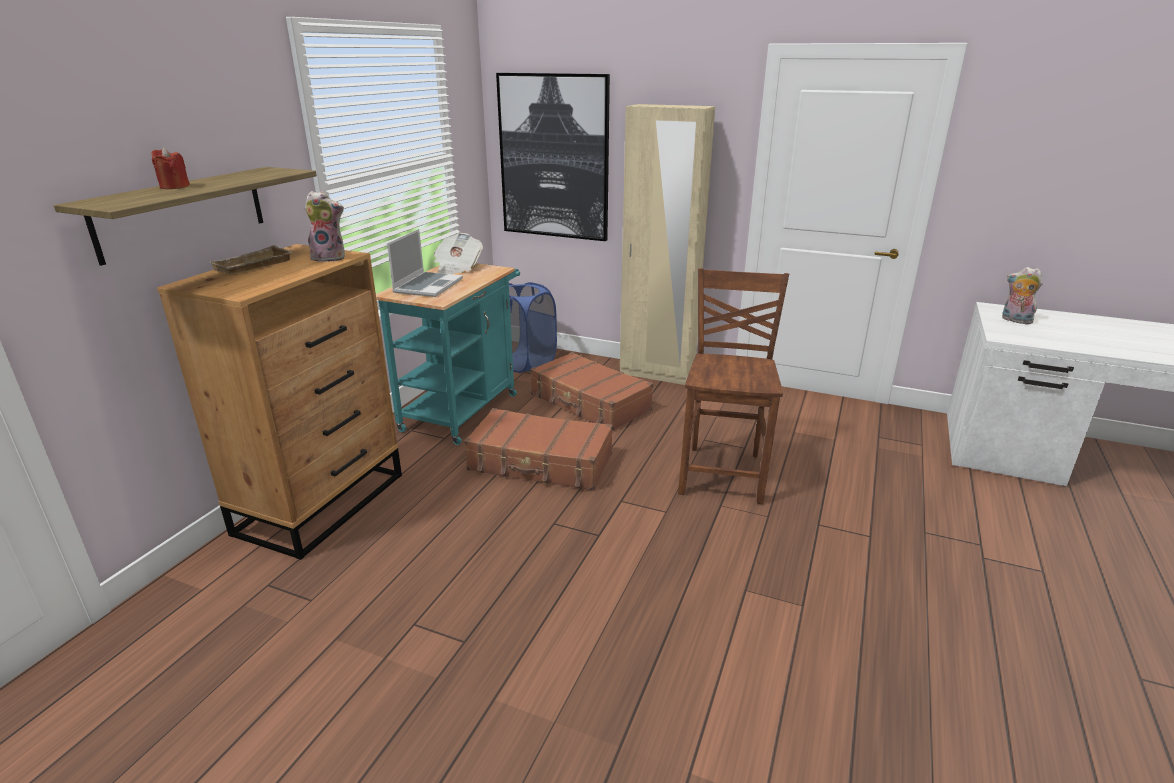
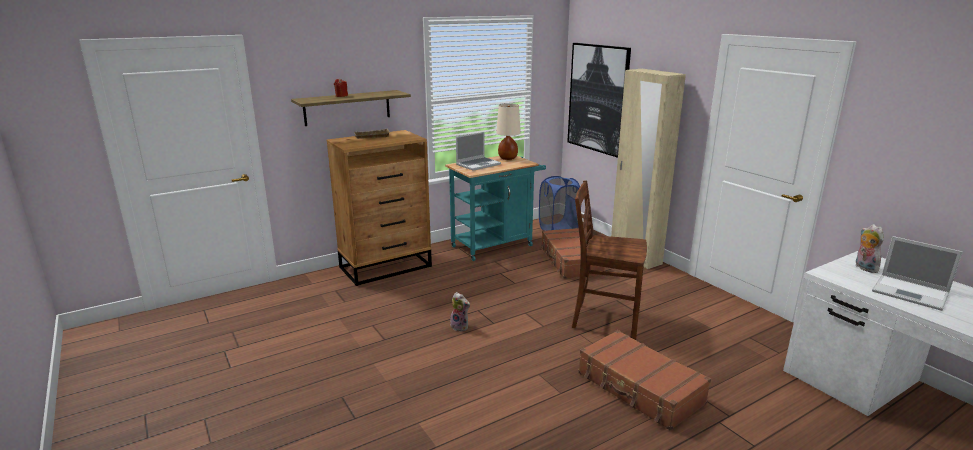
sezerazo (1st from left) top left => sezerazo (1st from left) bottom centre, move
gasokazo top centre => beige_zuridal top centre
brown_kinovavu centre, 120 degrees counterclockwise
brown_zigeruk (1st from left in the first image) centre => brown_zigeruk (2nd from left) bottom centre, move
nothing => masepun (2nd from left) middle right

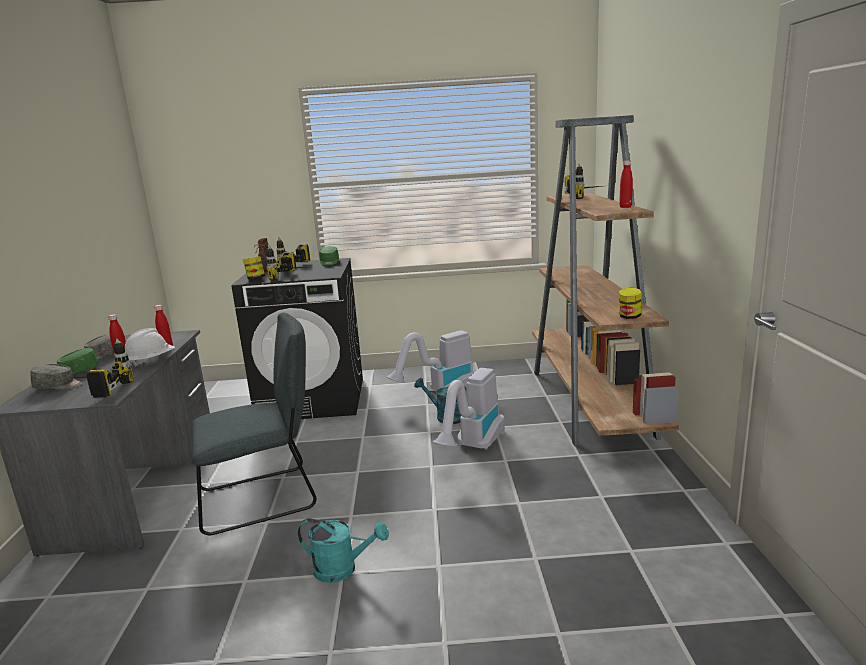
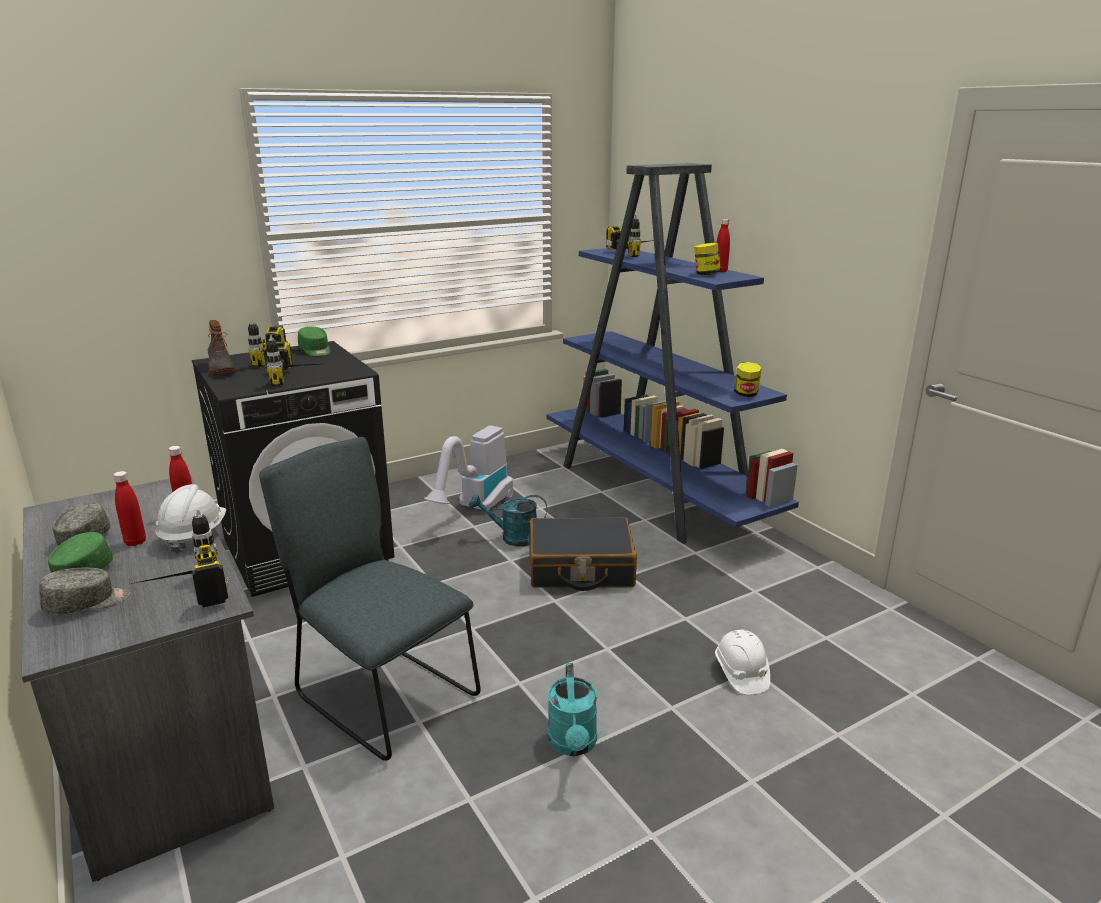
grey_kinovavu middle left => grey_kinovavu centre, 90 degrees counterclockwise
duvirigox (2nd from left) centre => black_zigeruk centre
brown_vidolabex middle right => blue_vidolabex centre
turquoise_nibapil (1st from left in the first image) bottom centre => turquoise_nibapil (2nd from left) bottom centre, 105 degrees clockwise
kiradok (1st from left) middle left => kiradok (1st from left) top centre, move
nothing => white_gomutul (2nd from left) bottom right

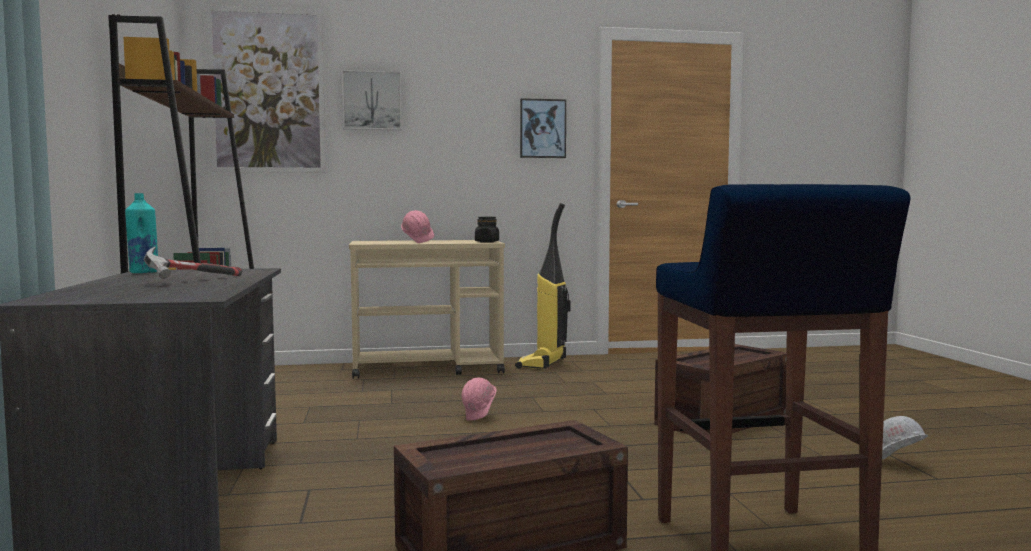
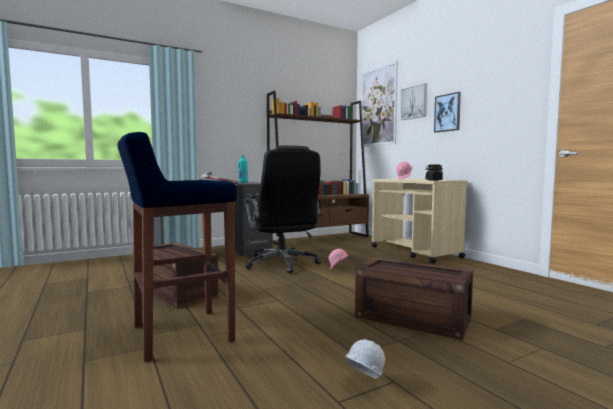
nothing => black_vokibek centre
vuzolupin (3rd from left) top centre => vuzolupin (3rd from left) top right, move
duvirigox centre => nothing

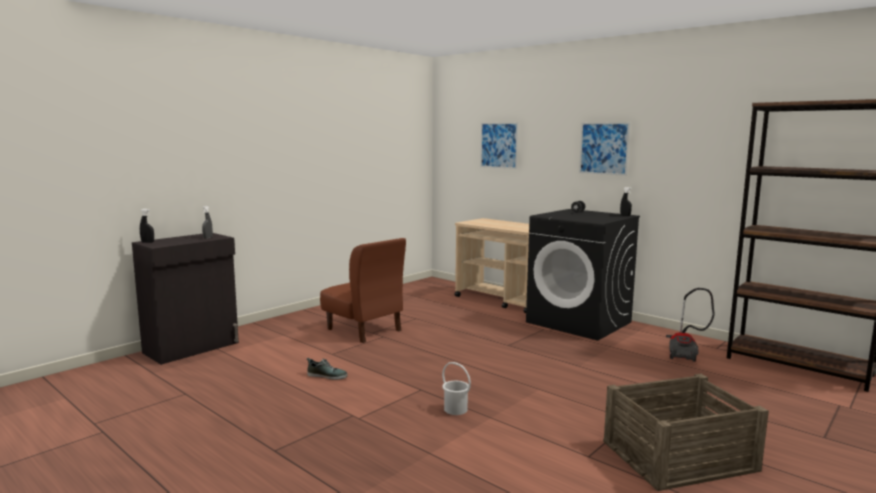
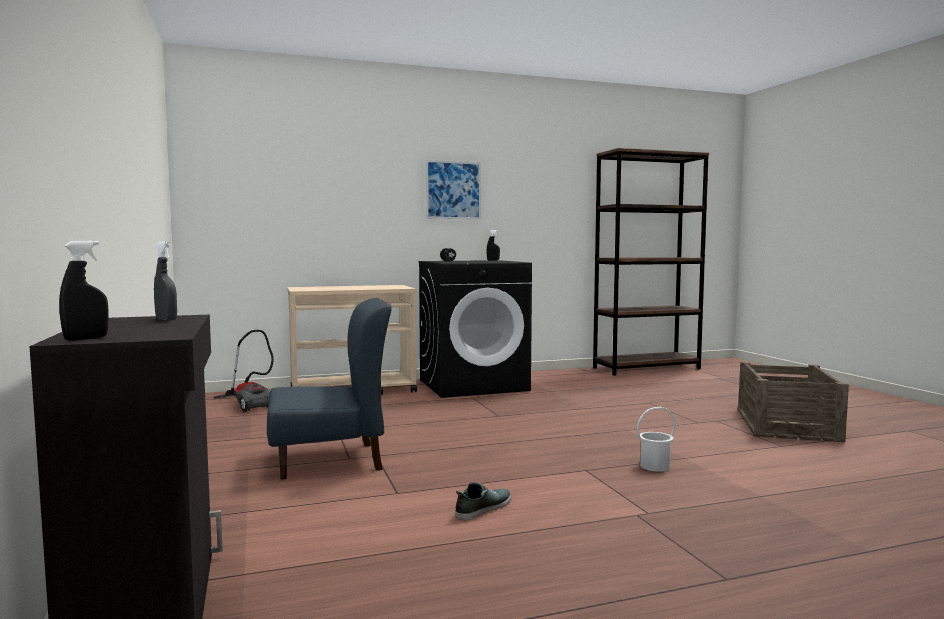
duvirigox middle right => duvirigox middle left, move
brown_kinovavu centre => blue_kinovavu centre
vuzolupin (1st from left) top centre => nothing

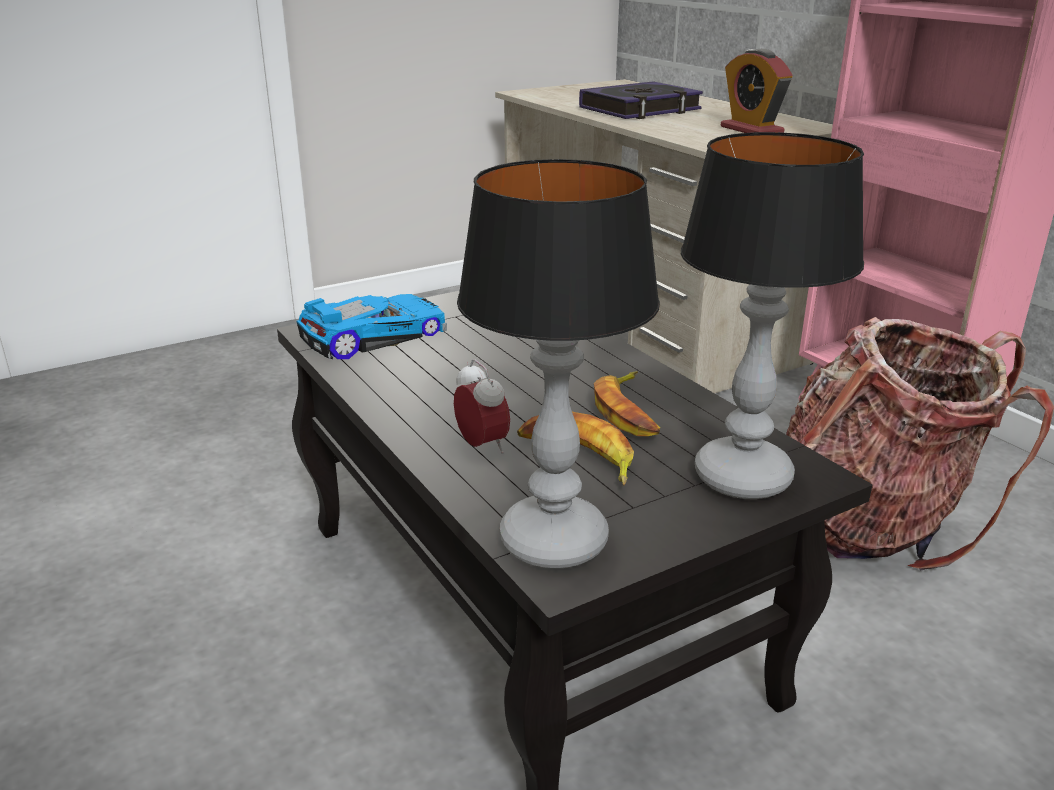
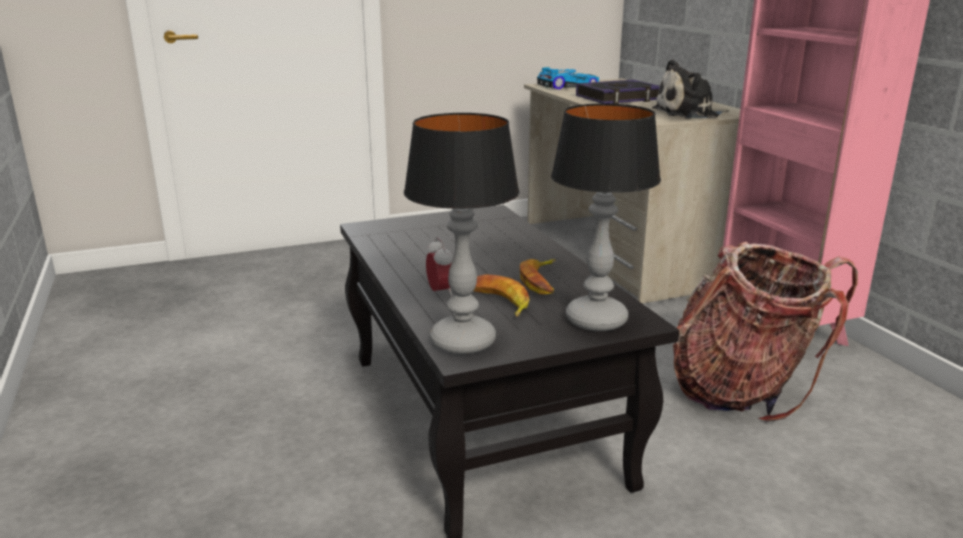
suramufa centre => suramufa top centre, move
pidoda (2nd from left) top right => sezerazo top right

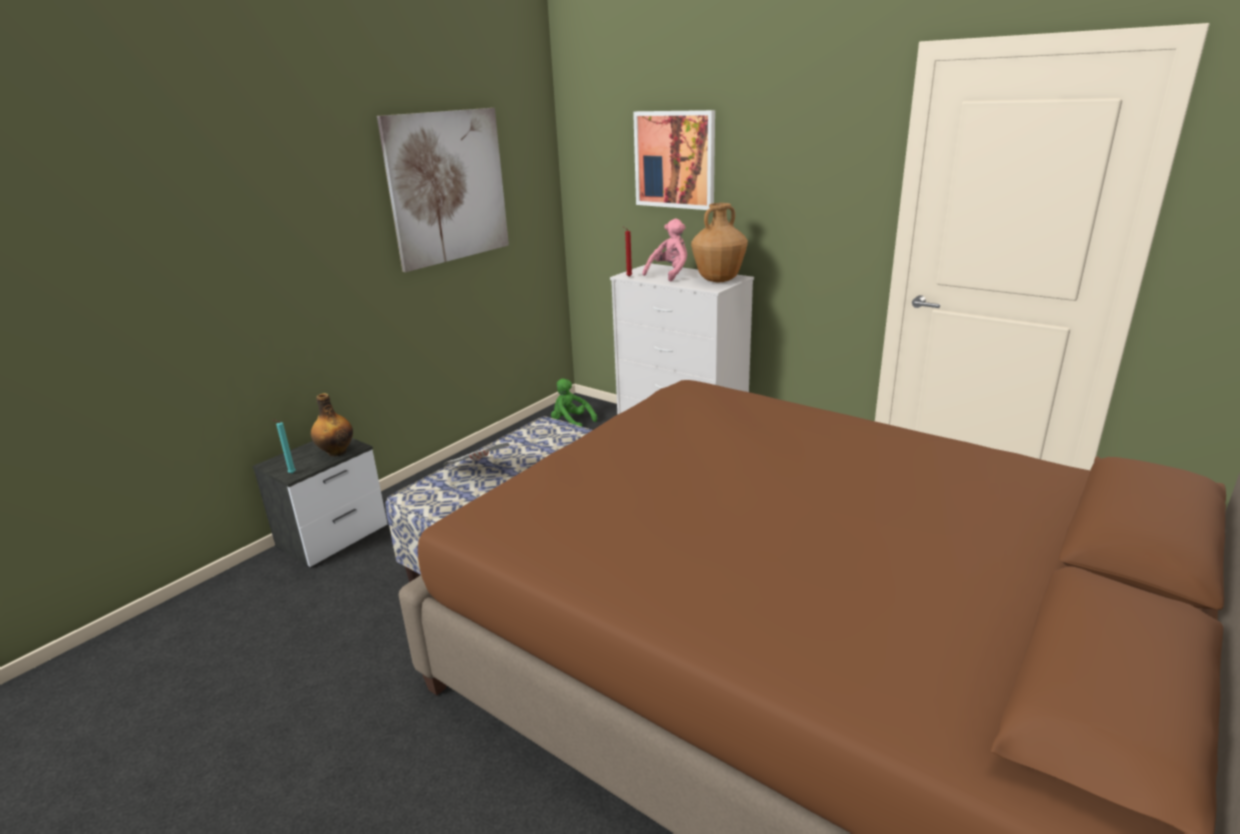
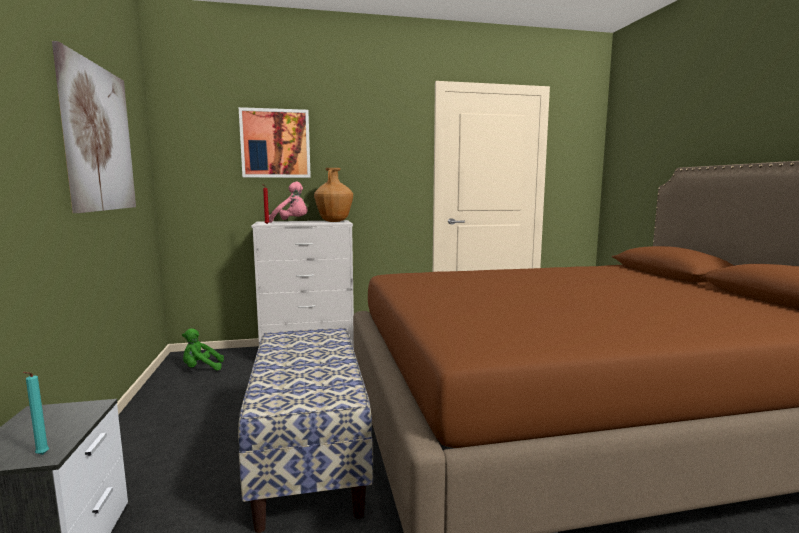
pink_sezerazo top centre => pink_sezerazo centre, 120 degrees clockwise
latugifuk middle left => nothing
gasokazo centre => nothing

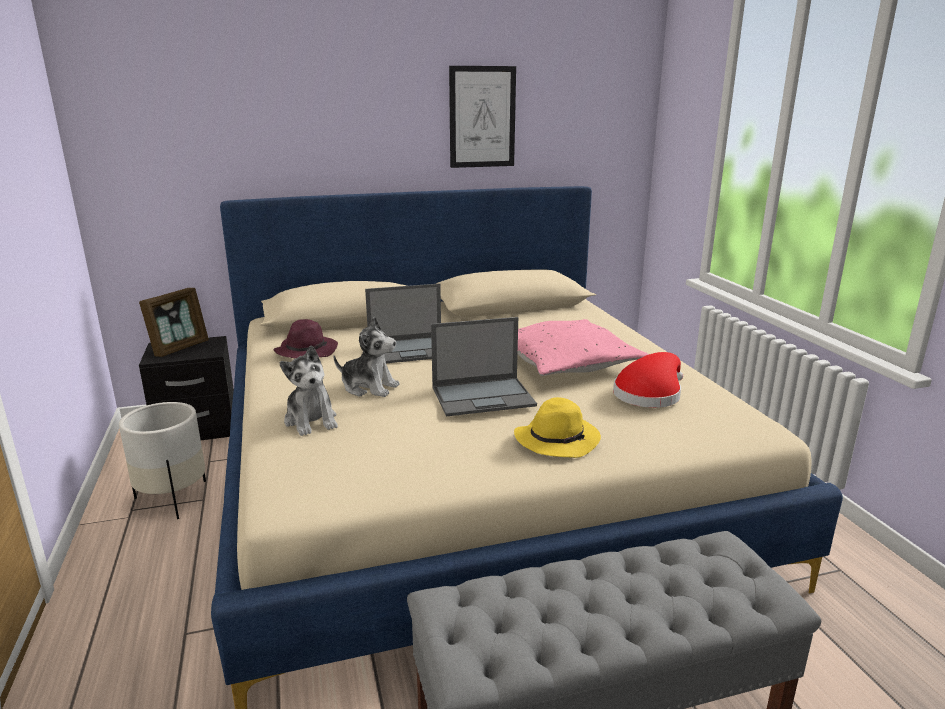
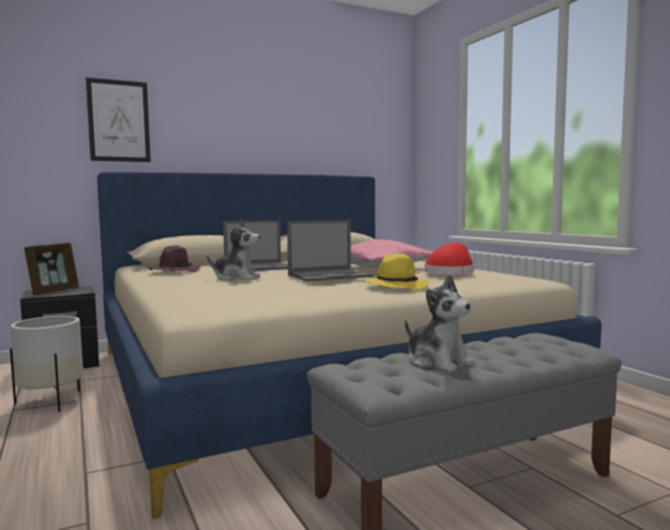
vuzolupin top centre => vuzolupin top left, move
sezerazo (1st from left in the first image) middle left => sezerazo (2nd from left) centre, move

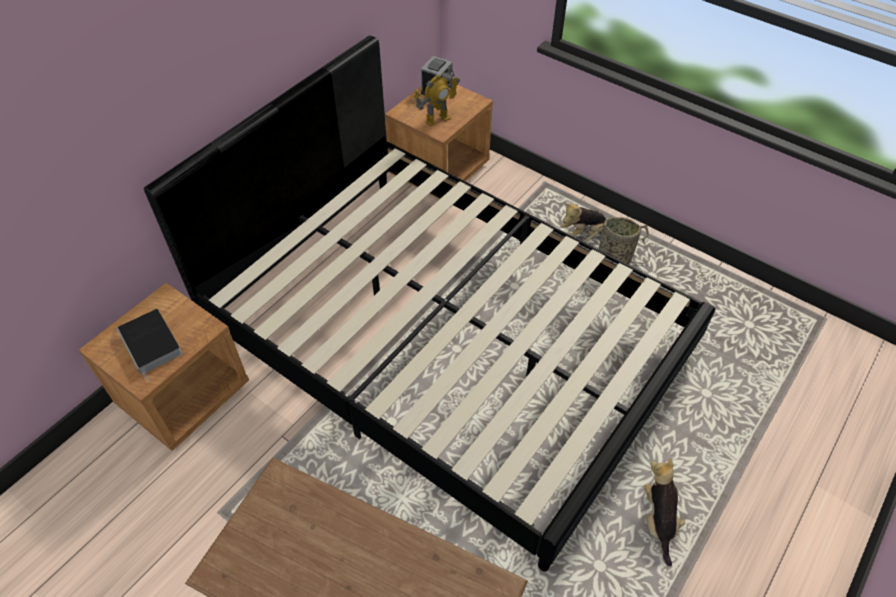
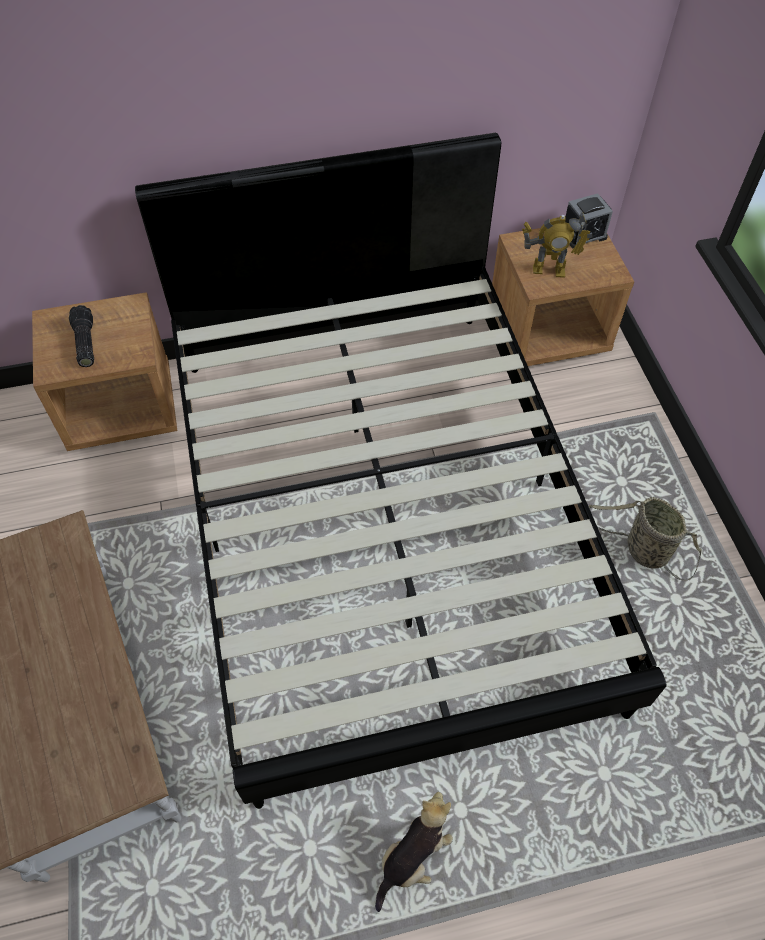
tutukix middle left => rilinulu middle left
sezerazo (1st from left) centre => nothing

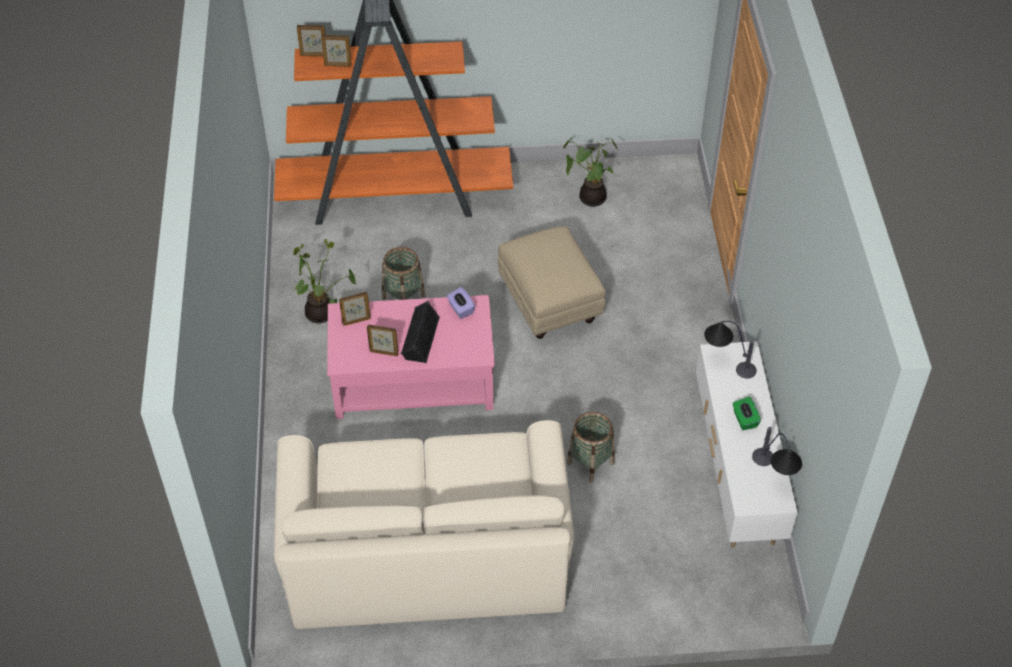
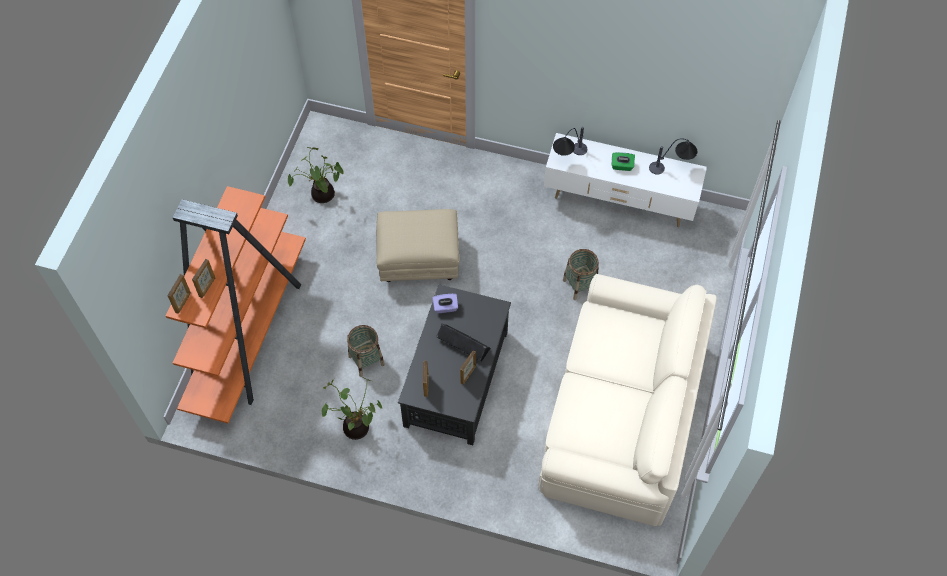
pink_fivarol centre => black_fivarol centre

